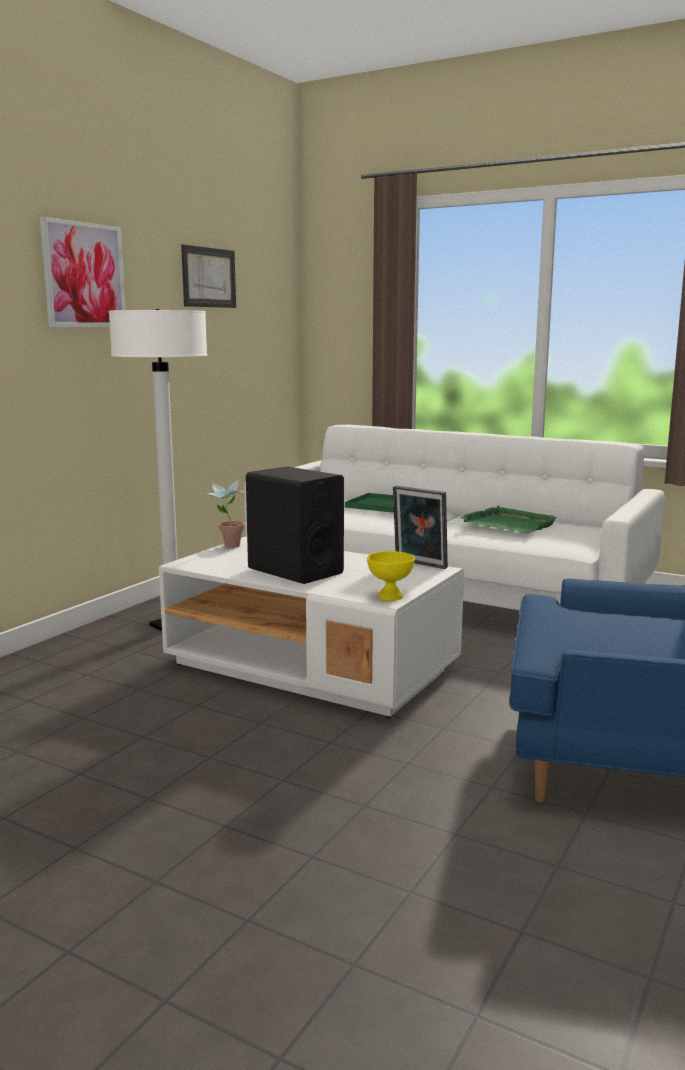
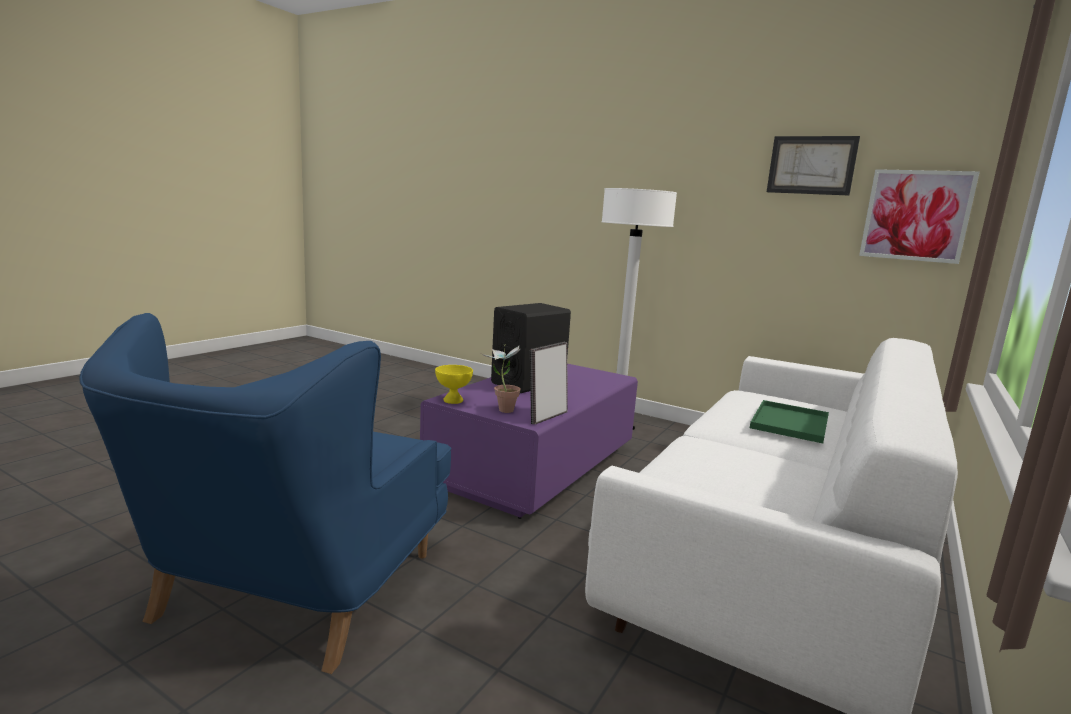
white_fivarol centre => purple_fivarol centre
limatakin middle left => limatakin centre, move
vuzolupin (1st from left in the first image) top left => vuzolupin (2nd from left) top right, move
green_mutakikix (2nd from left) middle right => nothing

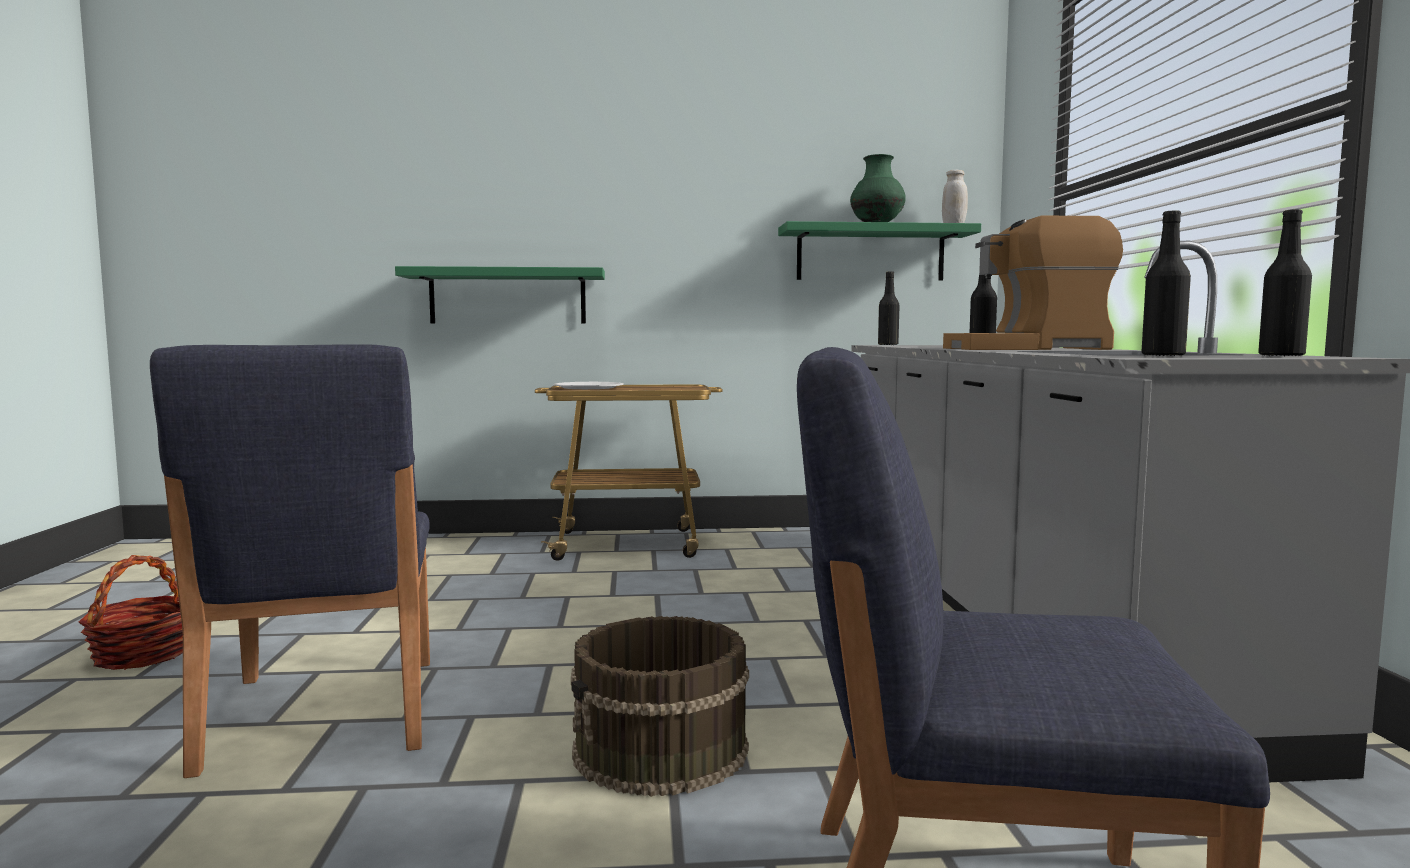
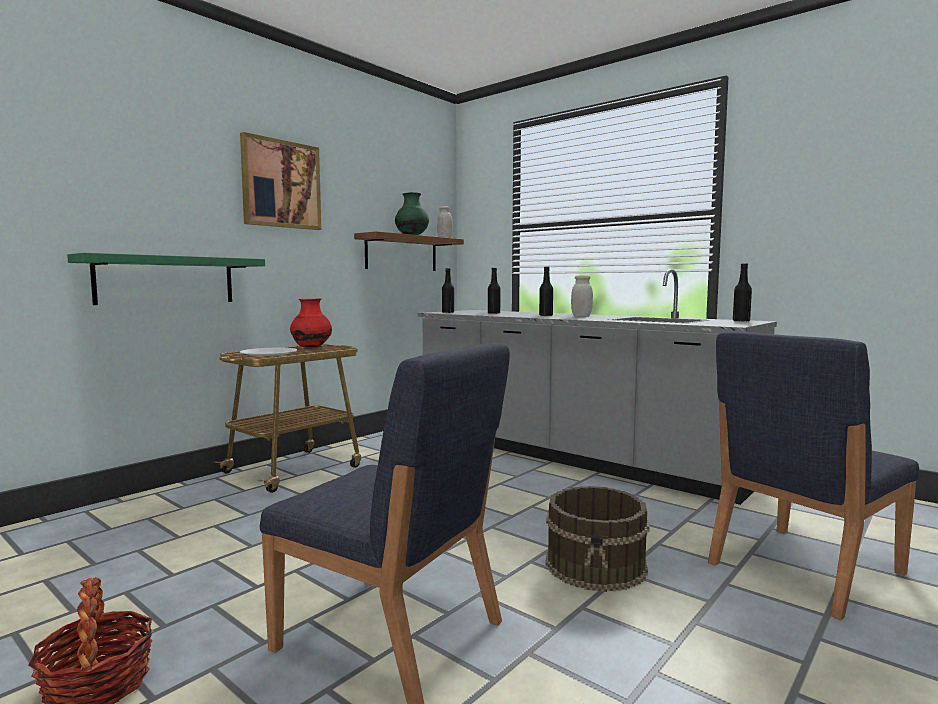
nothing => vuzolupin top left
nothing => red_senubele middle left
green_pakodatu (2nd from left) top centre => brown_pakodatu centre
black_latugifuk (3rd from left in the first image) top right => black_latugifuk (2nd from left) centre, move
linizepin top right => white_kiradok (2nd from left) centre

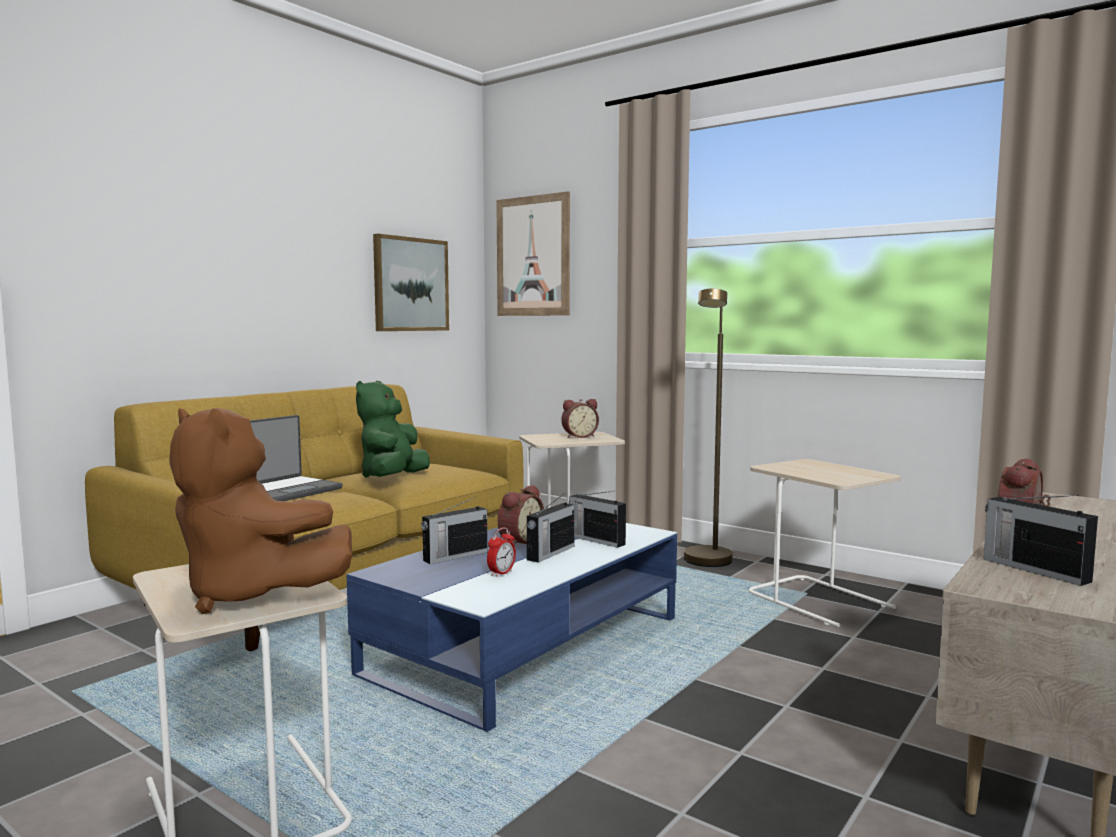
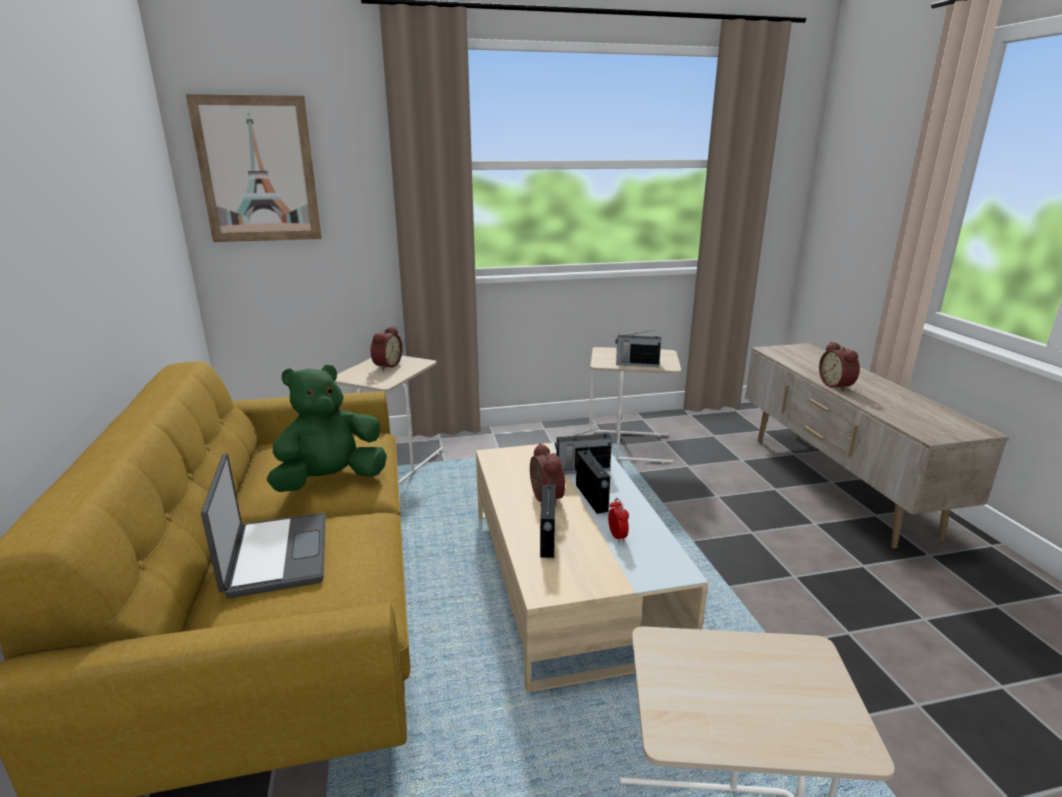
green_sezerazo centre => green_sezerazo middle left, 90 degrees clockwise
blue_fivarol bottom centre => beige_fivarol bottom centre
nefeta (4th from left) middle right => nefeta (4th from left) centre, move
brown_sezerazo middle left => nothing
vuzolupin (1st from left) centre => nothing
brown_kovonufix centre => nothing

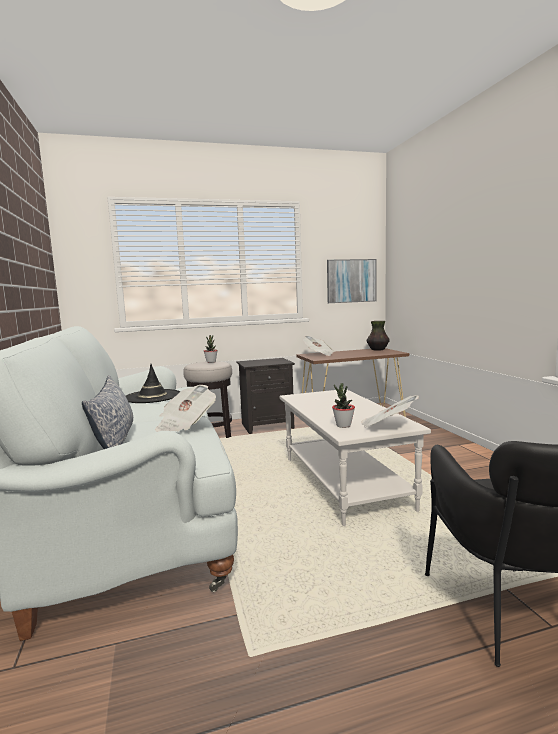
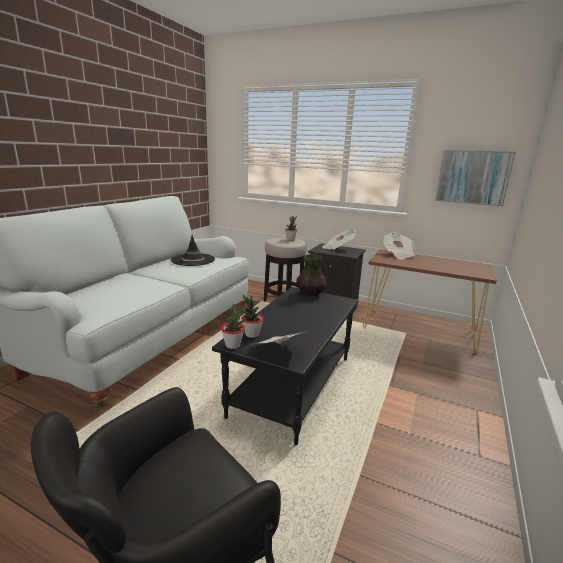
white_fivarol centre => black_fivarol centre
nothing => limatakin (1st from left) centre
senubele middle right => senubele centre, move
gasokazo (1st from left in the first image) middle left => gasokazo (2nd from left) centre, move
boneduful middle left => nothing

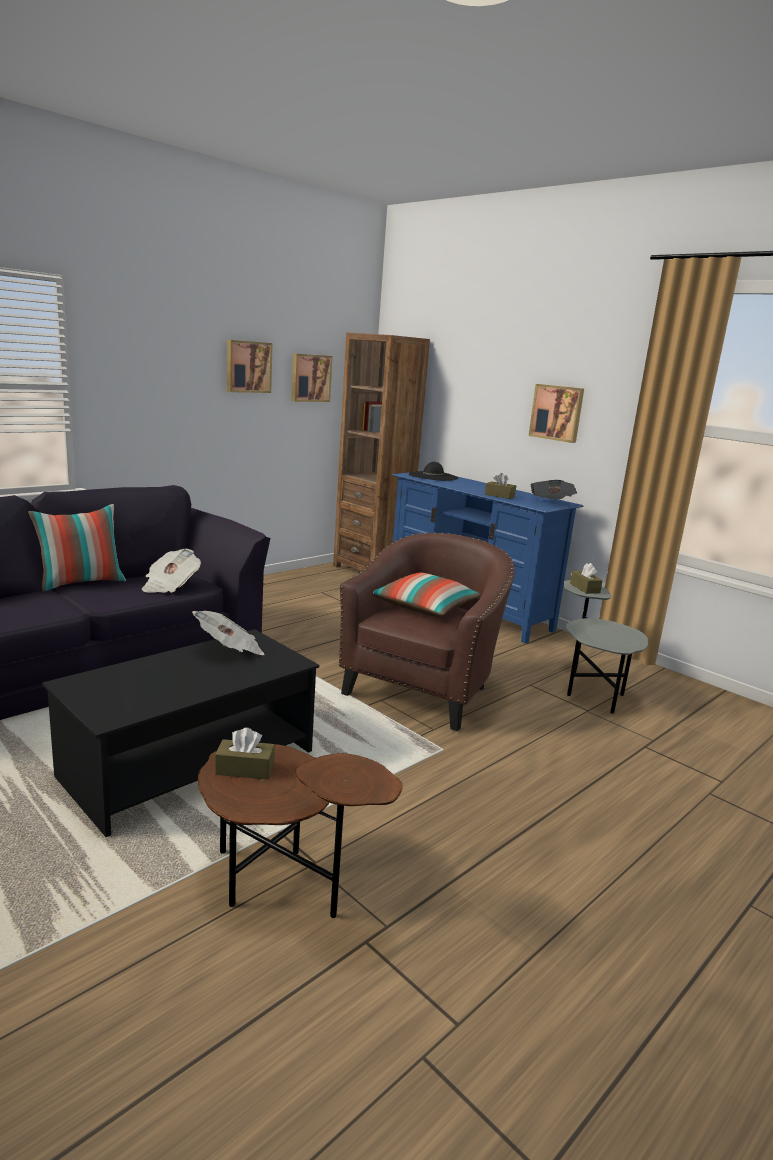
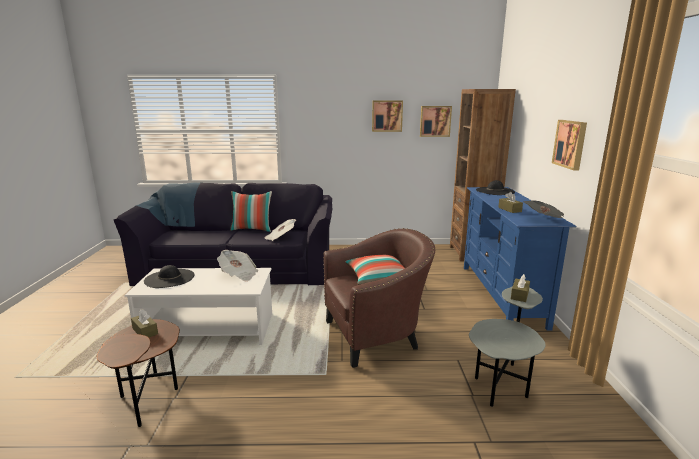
black_fivarol middle left => white_fivarol bottom left
nothing => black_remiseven (1st from left) middle left

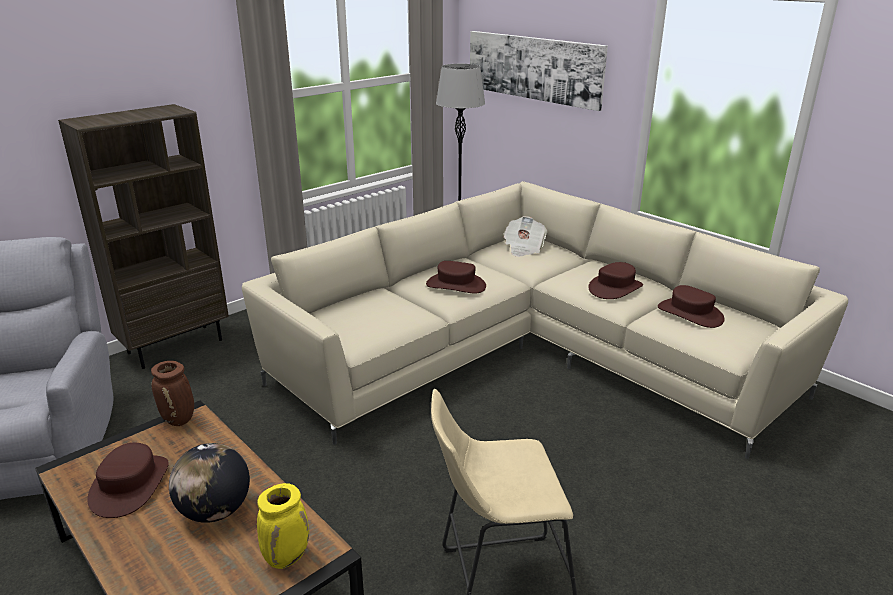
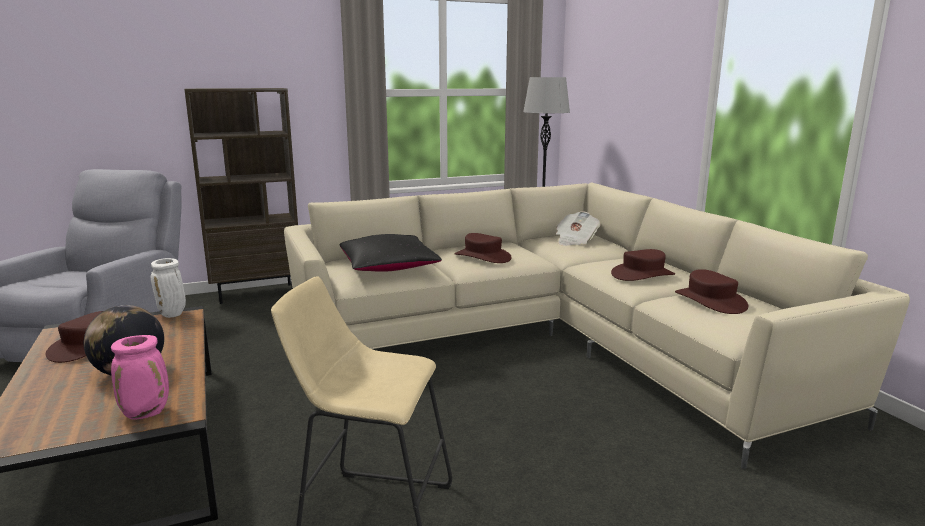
yellow_senubele bottom left => pink_senubele bottom left
brown_senubele middle left => white_senubele middle left
nothing => black_boneduful centre
vuzolupin top centre => nothing

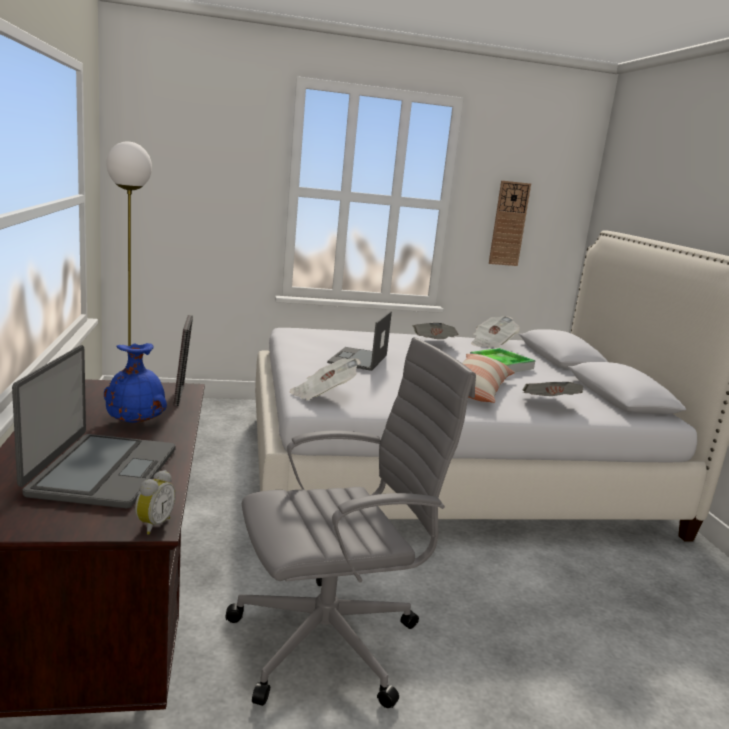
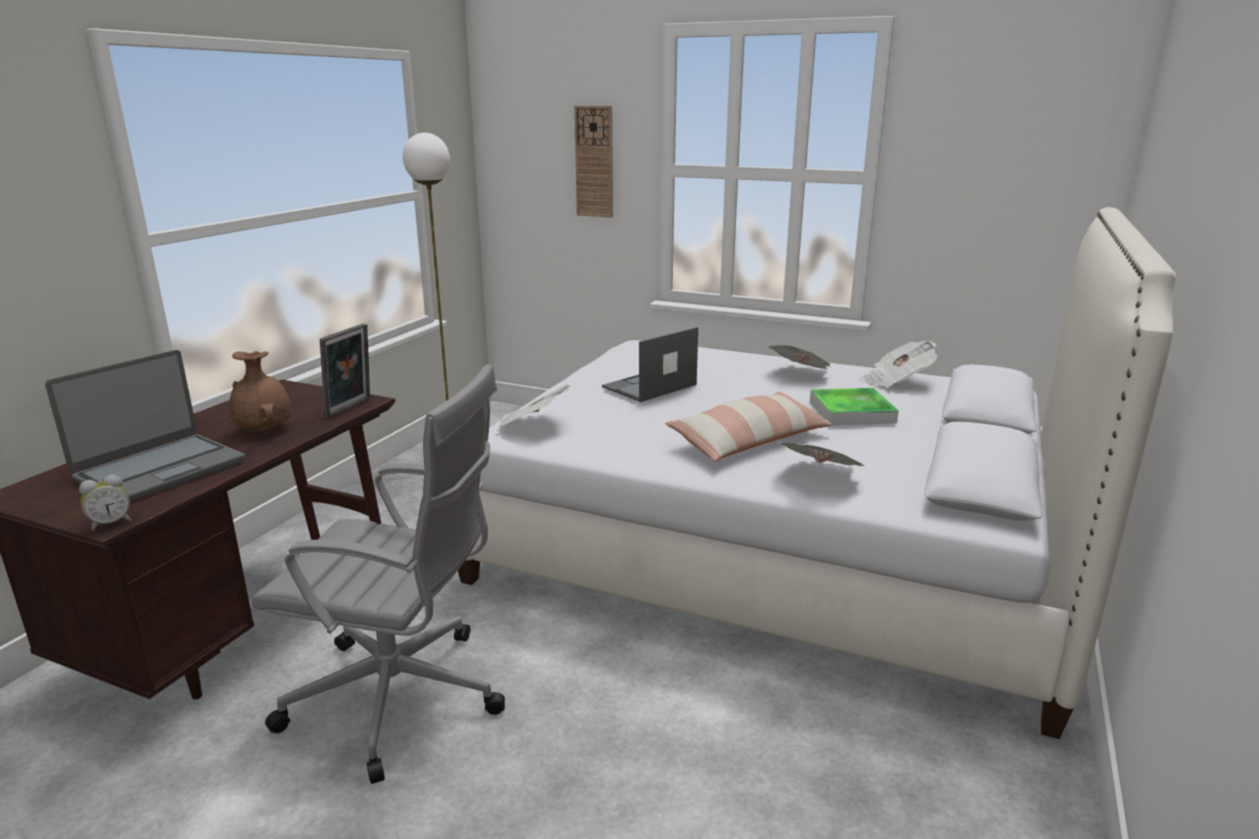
blue_senubele middle left => brown_senubele middle left
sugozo top right => sugozo top centre, move

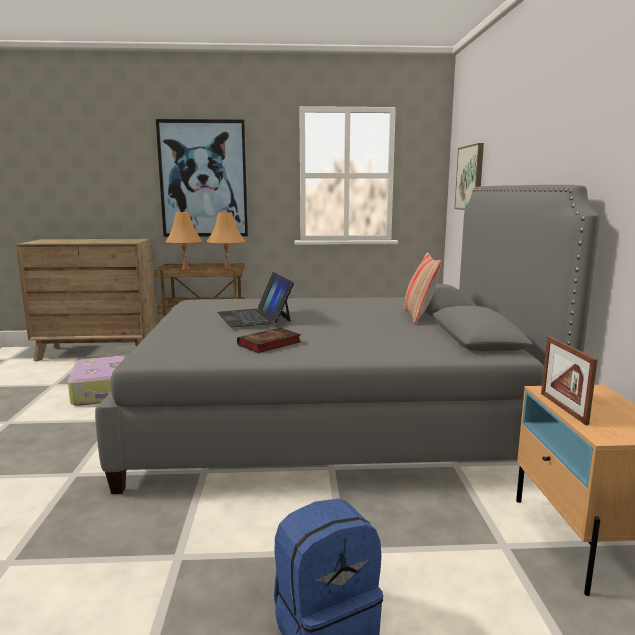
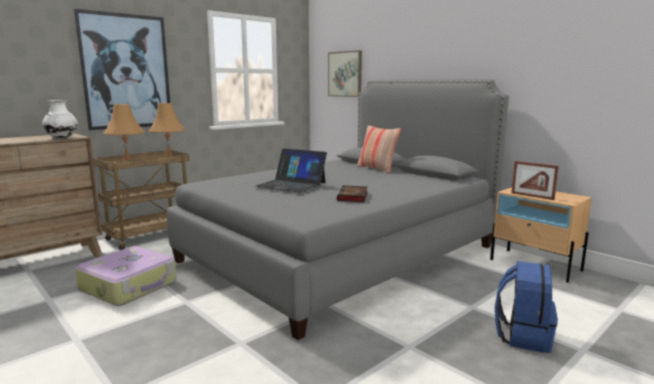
nothing => white_senubele top left

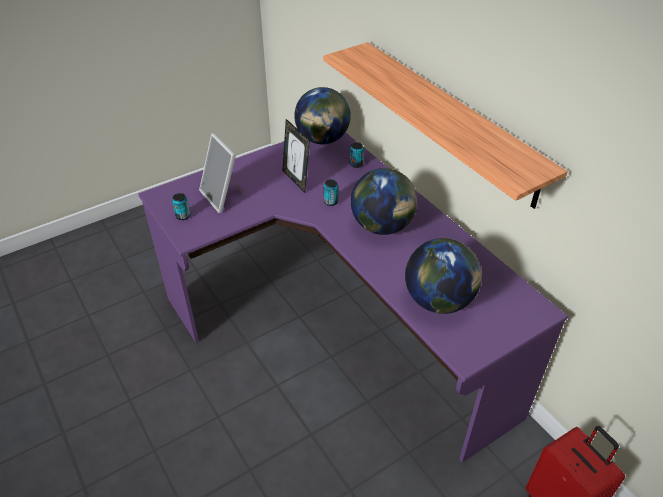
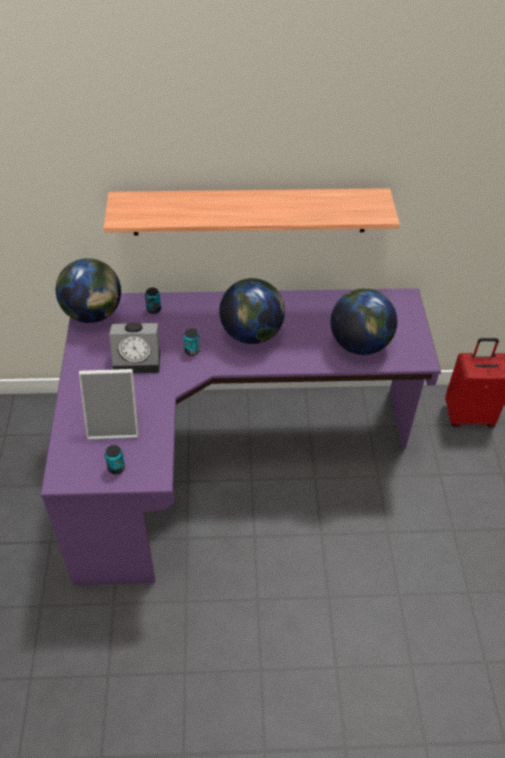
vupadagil (2nd from left) top centre => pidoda middle left

